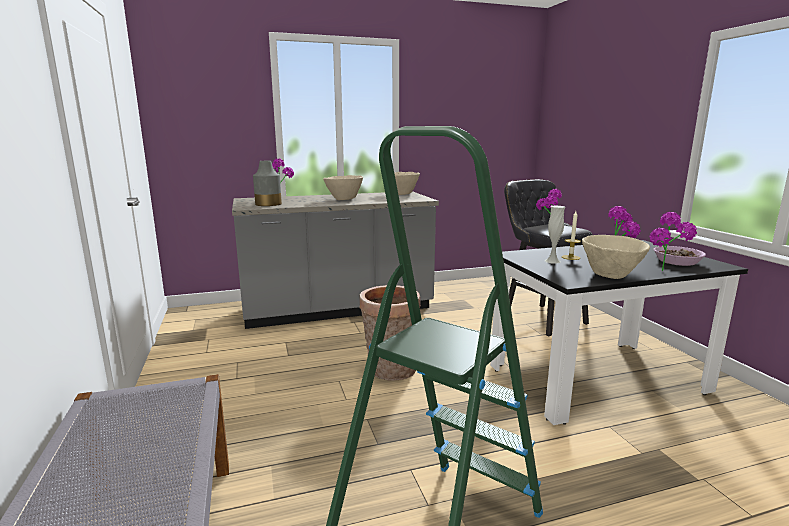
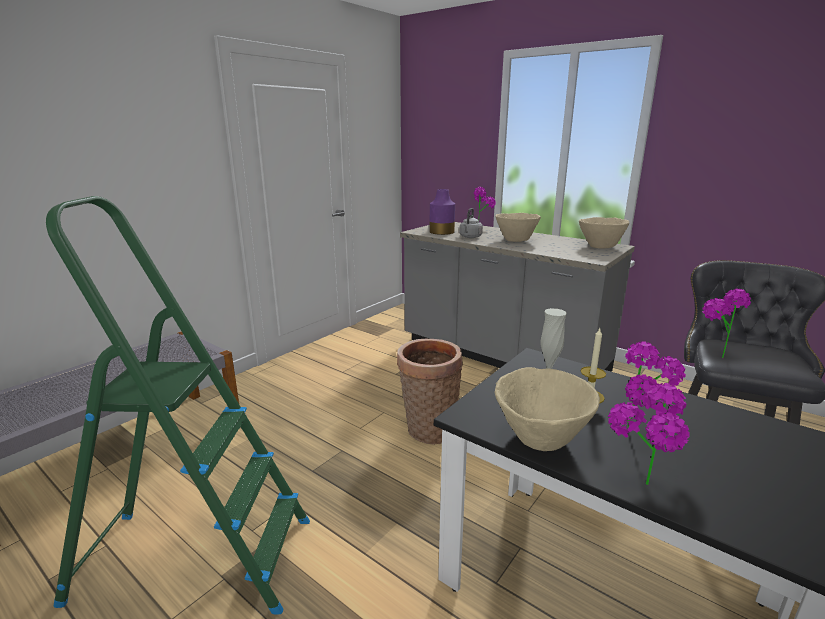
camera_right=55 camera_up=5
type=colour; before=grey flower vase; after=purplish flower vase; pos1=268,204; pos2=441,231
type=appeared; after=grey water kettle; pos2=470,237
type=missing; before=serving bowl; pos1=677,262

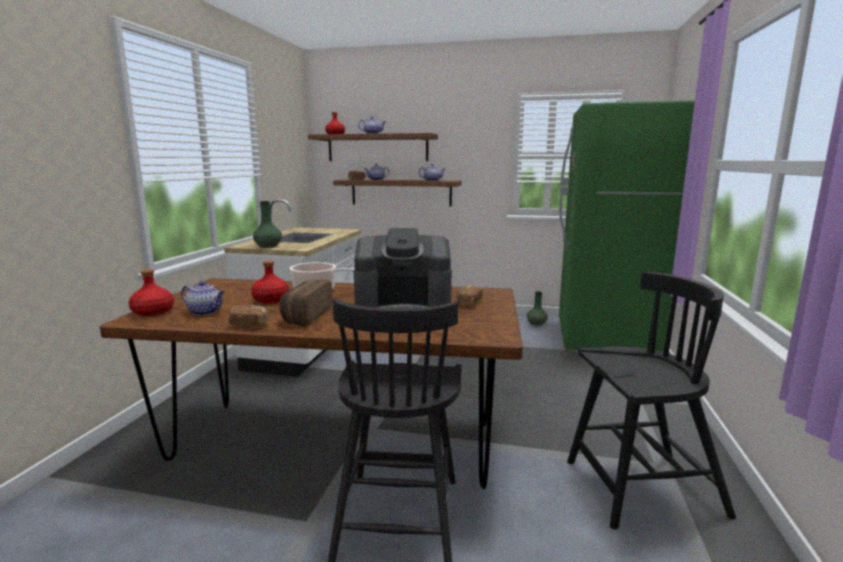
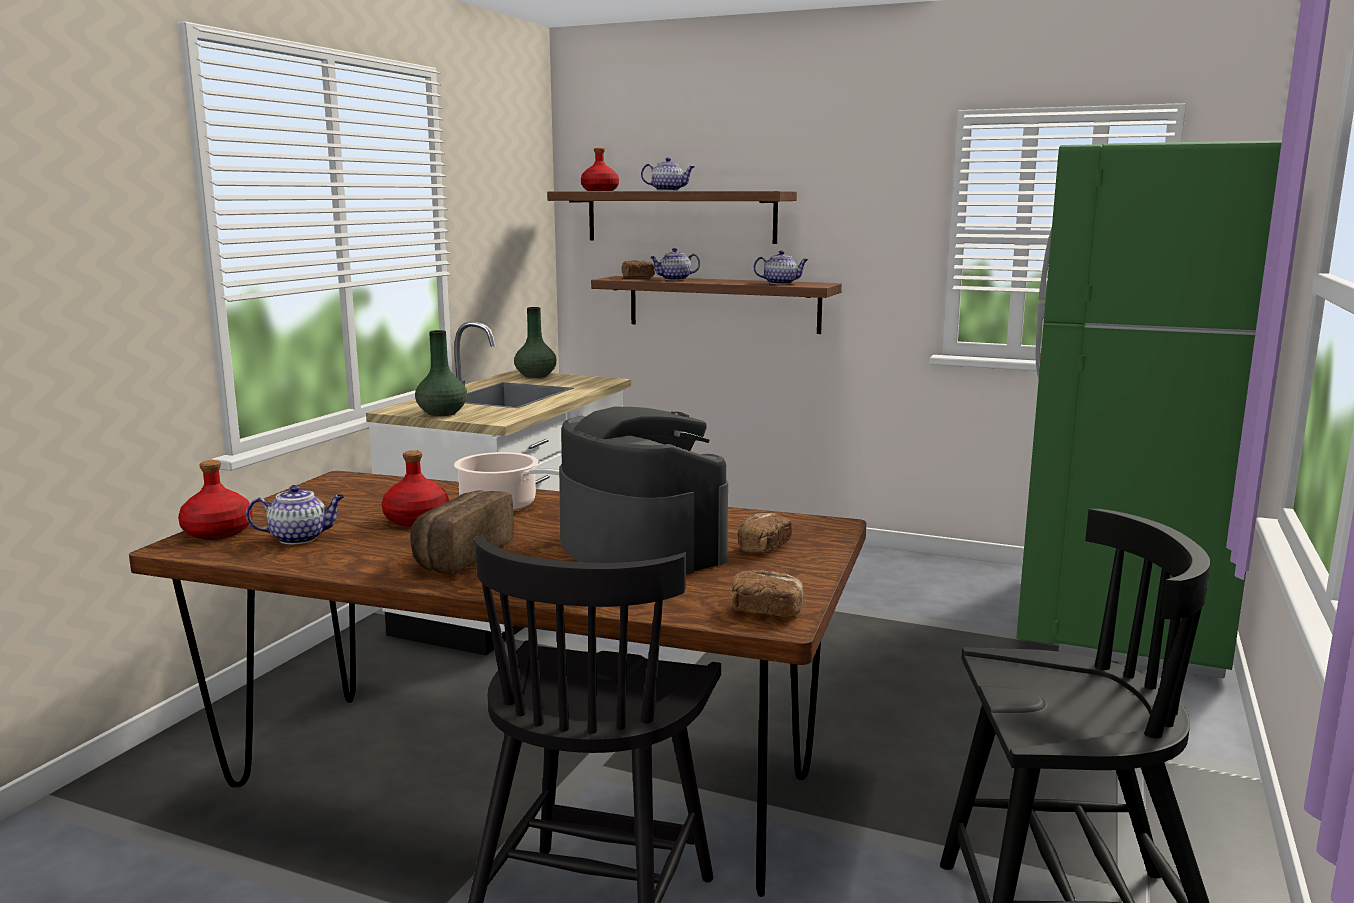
camera_right=10 camera_up=0
type=spun; before=teapot; pos1=206,312; pos2=300,538; turn=-45
type=relocated; before=green flower vase; pos1=536,324; pos2=536,376
type=spun; before=coffee machine; pos1=404,307; pos2=640,547; turn=-135
type=relocated; before=baked bread; pos1=249,325; pos2=766,611

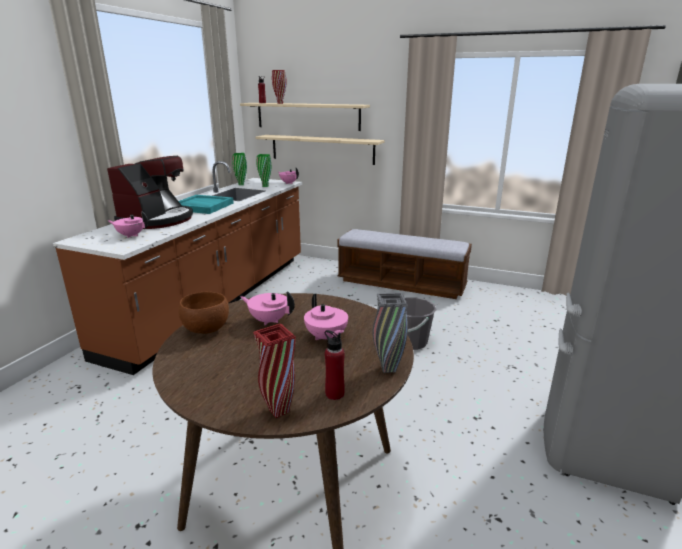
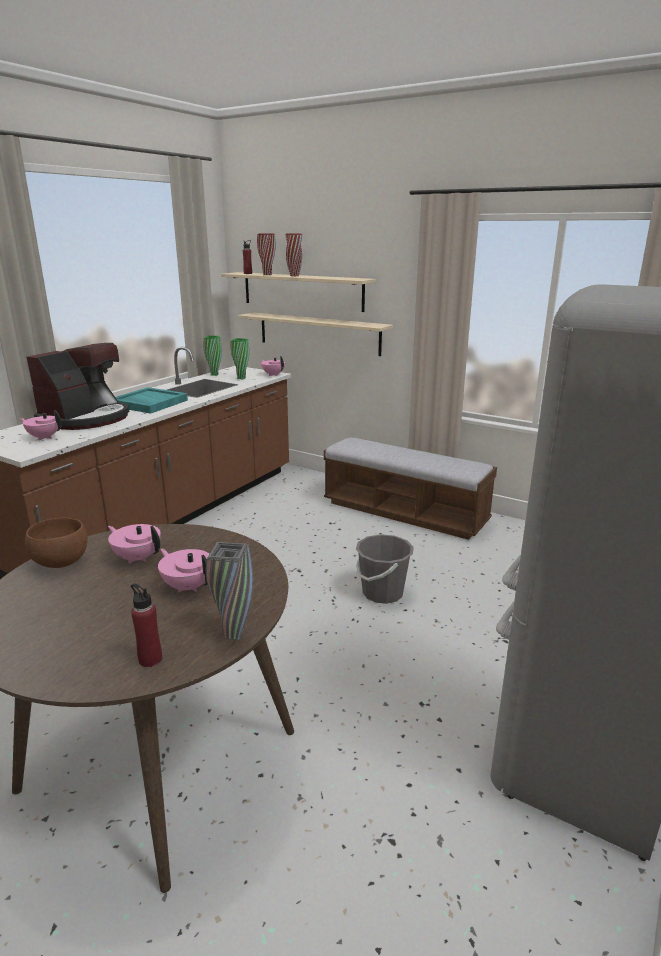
camera_right=10 camera_up=0
type=spun; before=pink teapot; pos1=326,337; pos2=188,586; turn=150
type=relocated; before=red flower vase; pos1=279,411; pos2=294,276

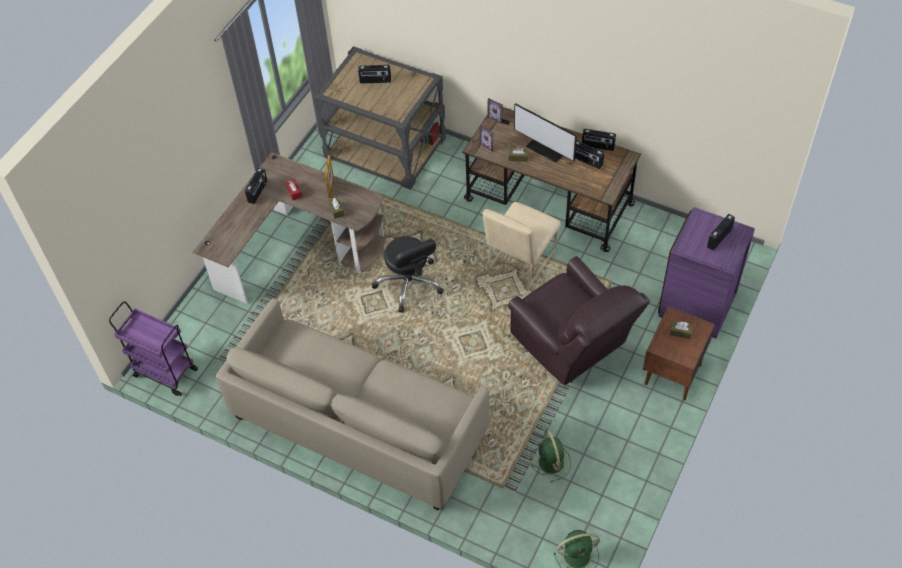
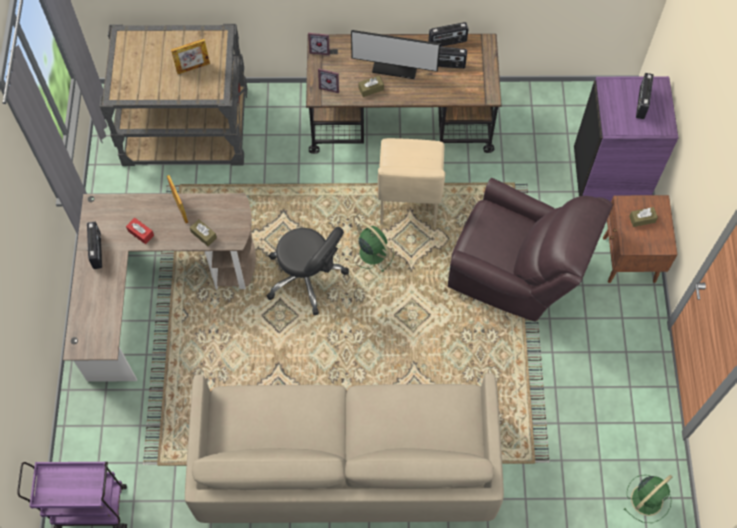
camera_right=-30 camera_up=10
type=appeared; after=standing frame; pos2=193,68
type=relocated; before=green cooling fan; pos1=550,461; pos2=371,252
type=missing; before=radio set; pos1=375,81

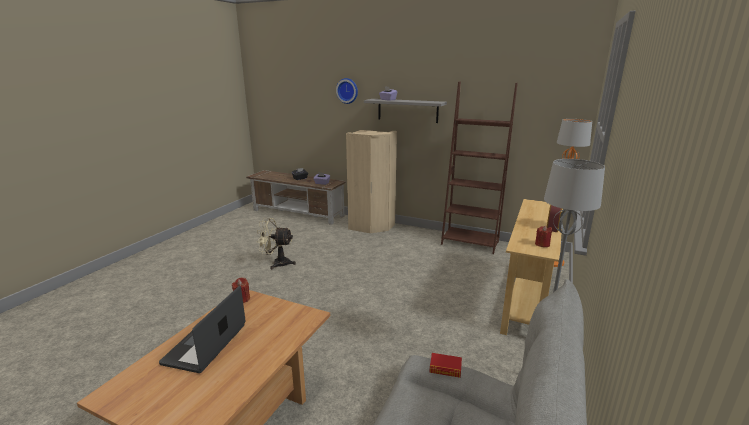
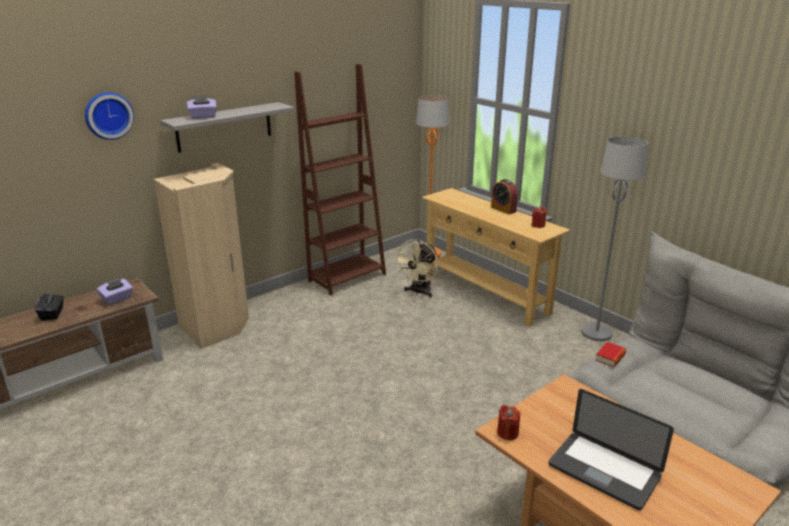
camera_right=-65 camera_up=5
type=relocated; before=beige-coloured cooling fan; pos1=277,263; pos2=419,292

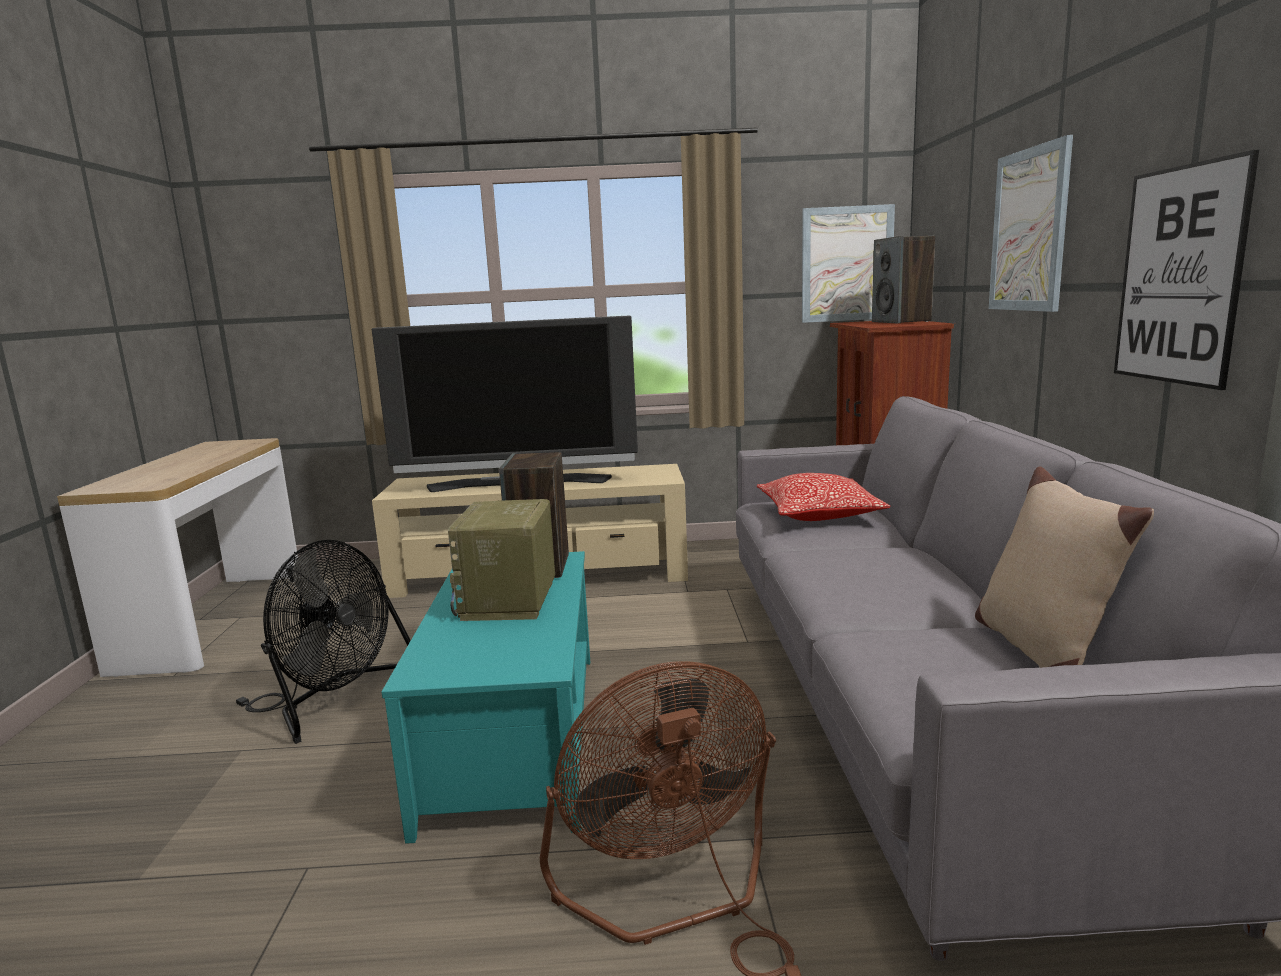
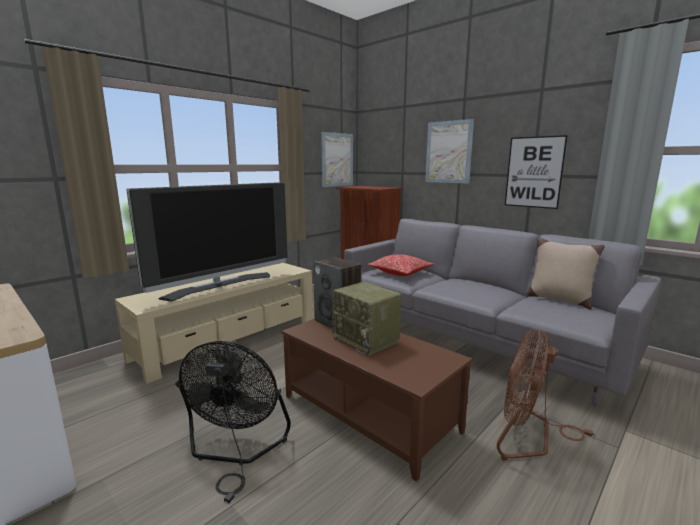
camera_right=-45 camera_up=0
type=spun; before=black-coloured cooling fan; pos1=327,700; pos2=231,450; turn=-60
type=colour; before=turquoise-coloured lounge table; after=brown-coloured lounge table; pos1=518,735; pos2=370,412
type=missing; before=loudspeaker; pos1=901,321

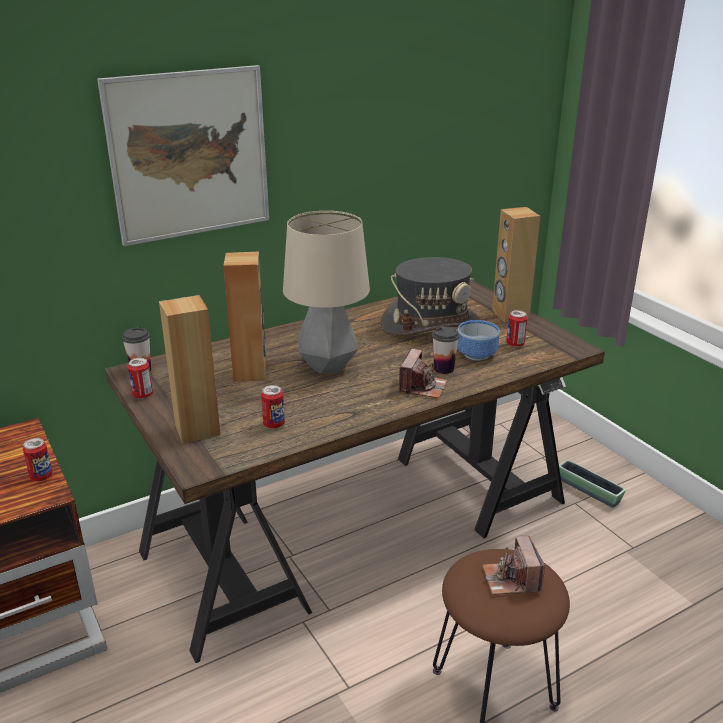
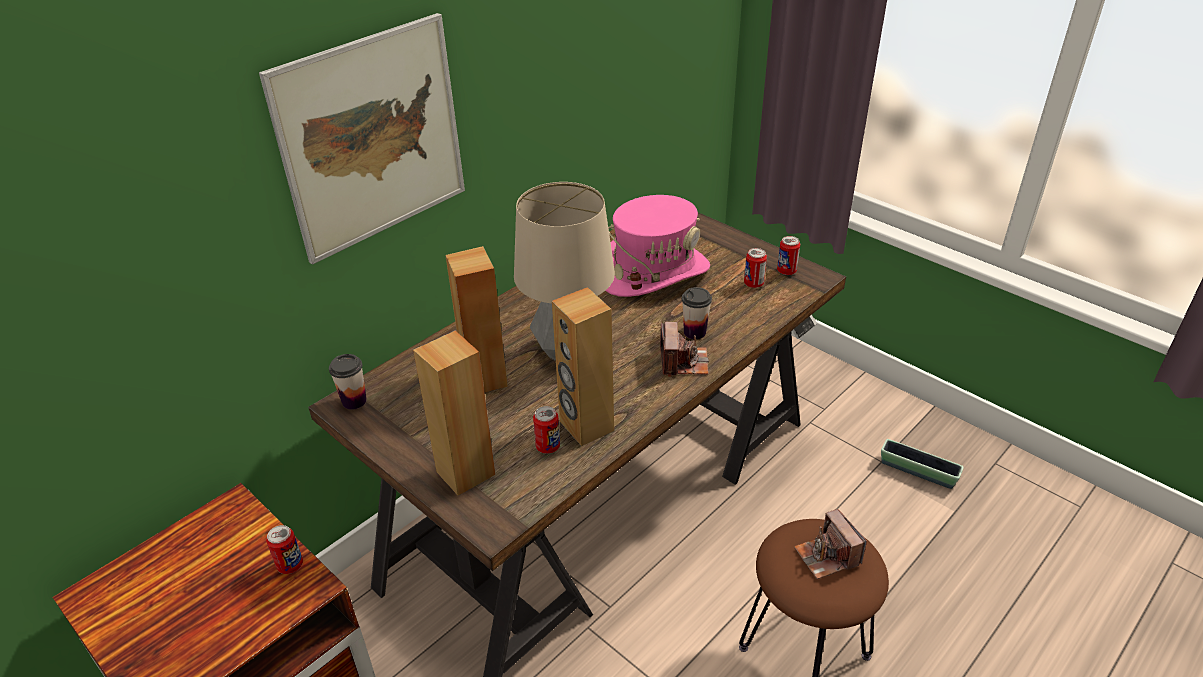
camera_right=-15 camera_up=10
type=relocated; before=brown-coloured loudspeaker; pos1=510,314; pos2=586,426
type=colour; before=grey wearable hat; after=pink wearable hat; pos1=431,324; pos2=654,272
type=relocated; before=can; pos1=142,395; pos2=786,271
type=relocated; before=plant pot; pos1=589,491; pos2=918,471
type=missing; before=serving bowl; pos1=476,354

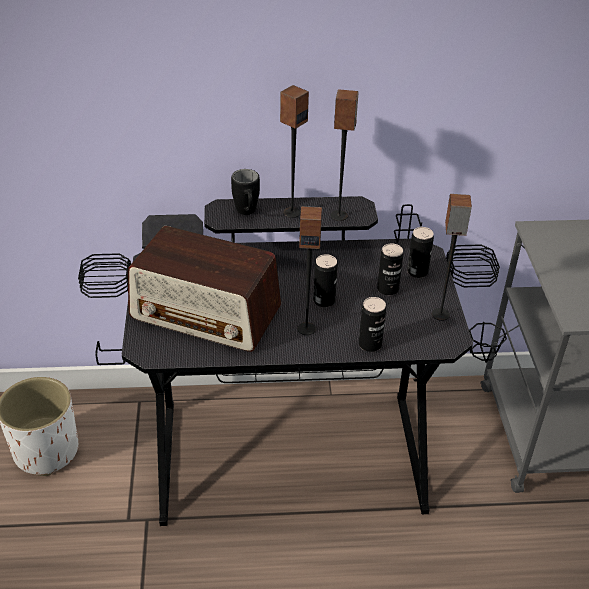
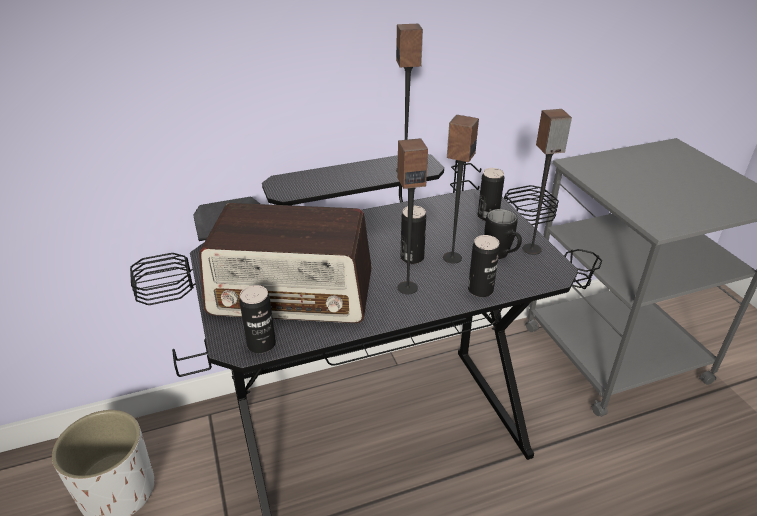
camera_right=-15 camera_up=-5
type=relocated; before=can; pos1=387,289; pos2=261,344
type=relocated; before=loudspeaker; pos1=291,212; pos2=451,257
type=relocated; before=black-coloured coffee mug; pos1=247,213; pos2=501,257

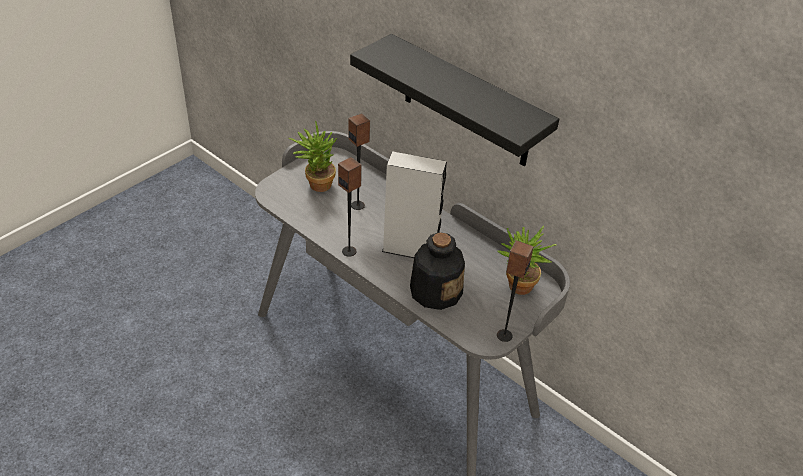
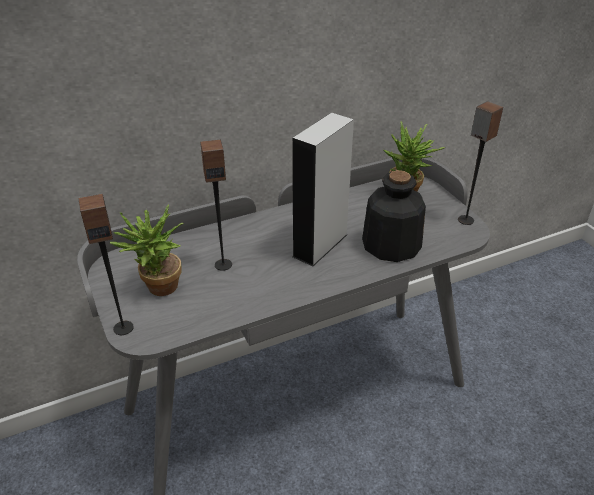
camera_right=-65 camera_up=-5
type=relocated; before=loudspeaker; pos1=349,251; pos2=123,327
type=missing; before=black-coloured shelf; pos1=467,103

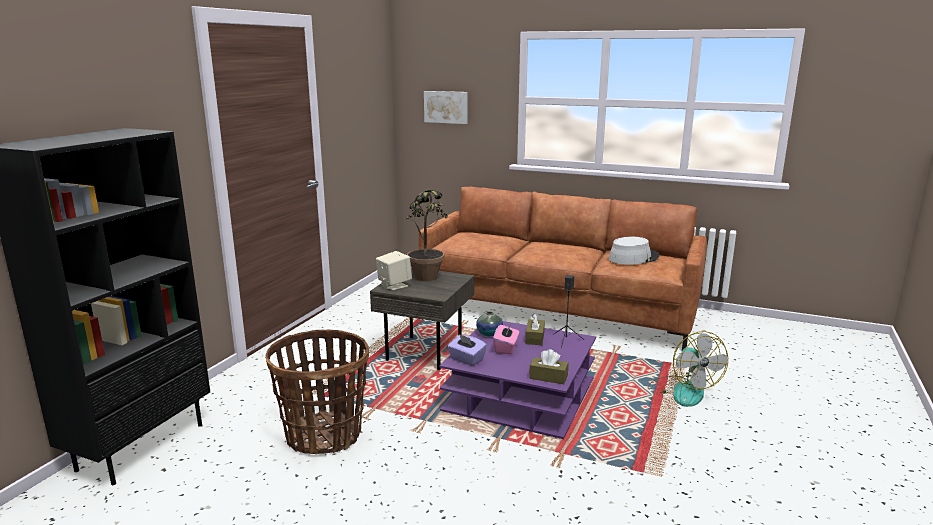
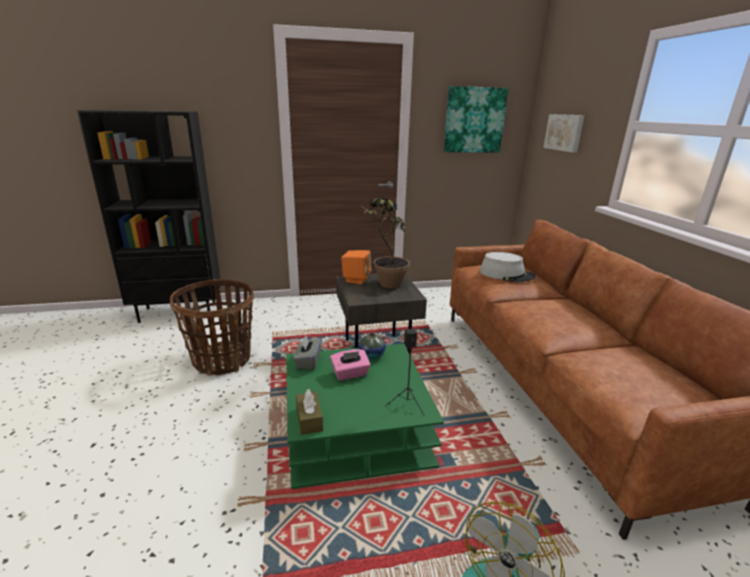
camera_right=55 camera_up=5
type=colour; before=purplish lounge table; after=green lounge table; pos1=520,395; pos2=355,427
type=colour; before=purplish tissue holder; after=grey tissue holder; pos1=466,359; pos2=308,362
type=colour; before=beige-coloured loudspeaker; after=orangey loudspeaker; pos1=394,285; pos2=356,279
type=appeared; after=picture; pos2=474,120
type=relocated; before=grey wearable hat; pos1=633,258; pos2=506,274
type=missing; before=brown-coloured tissue holder; pos1=535,338

